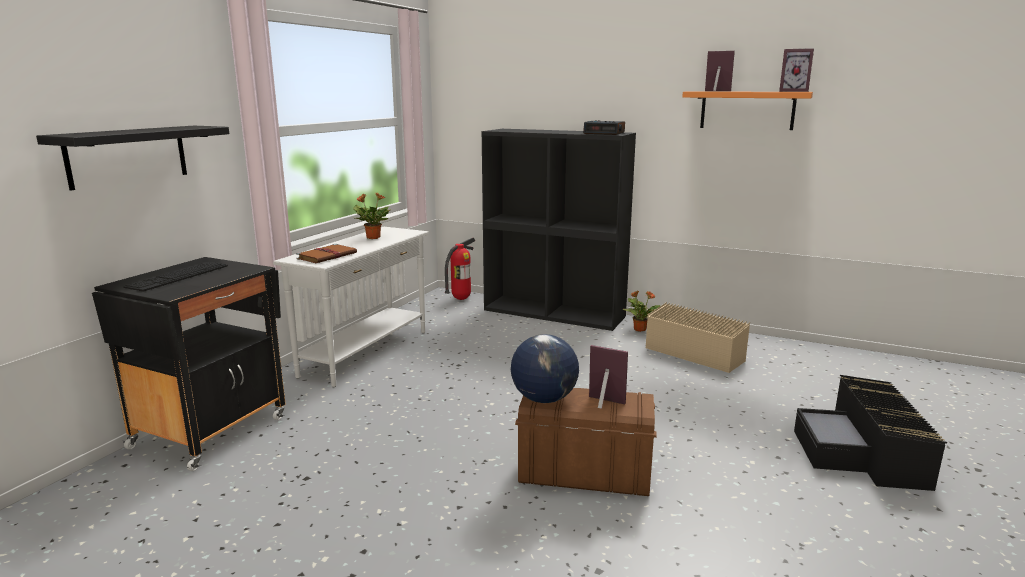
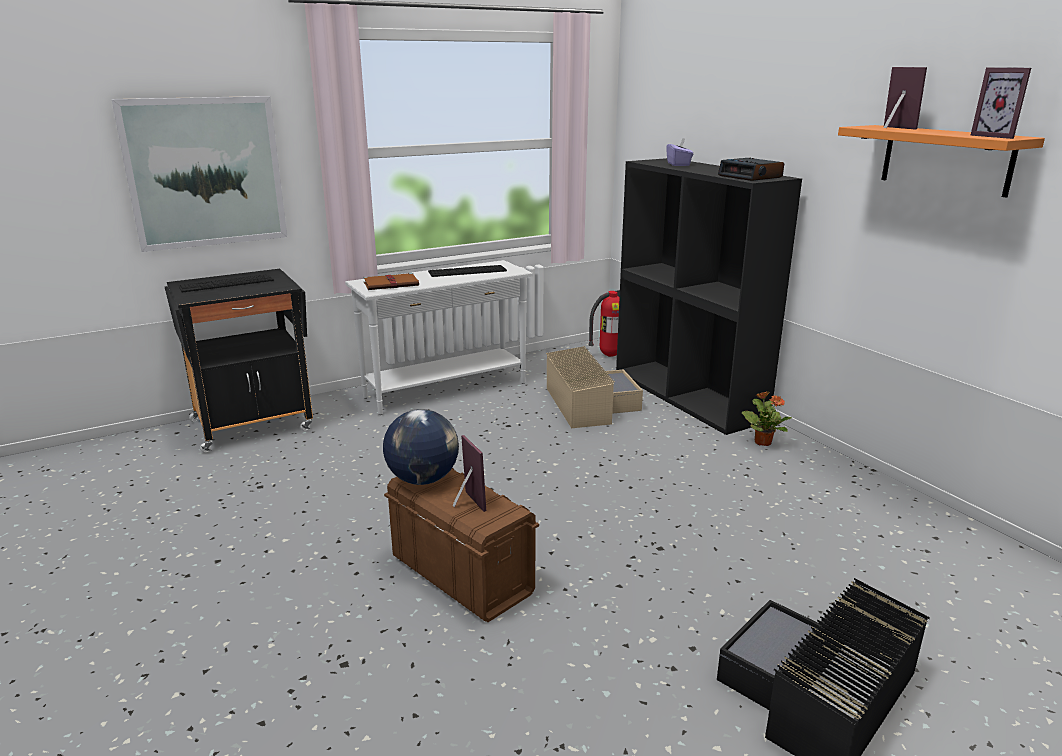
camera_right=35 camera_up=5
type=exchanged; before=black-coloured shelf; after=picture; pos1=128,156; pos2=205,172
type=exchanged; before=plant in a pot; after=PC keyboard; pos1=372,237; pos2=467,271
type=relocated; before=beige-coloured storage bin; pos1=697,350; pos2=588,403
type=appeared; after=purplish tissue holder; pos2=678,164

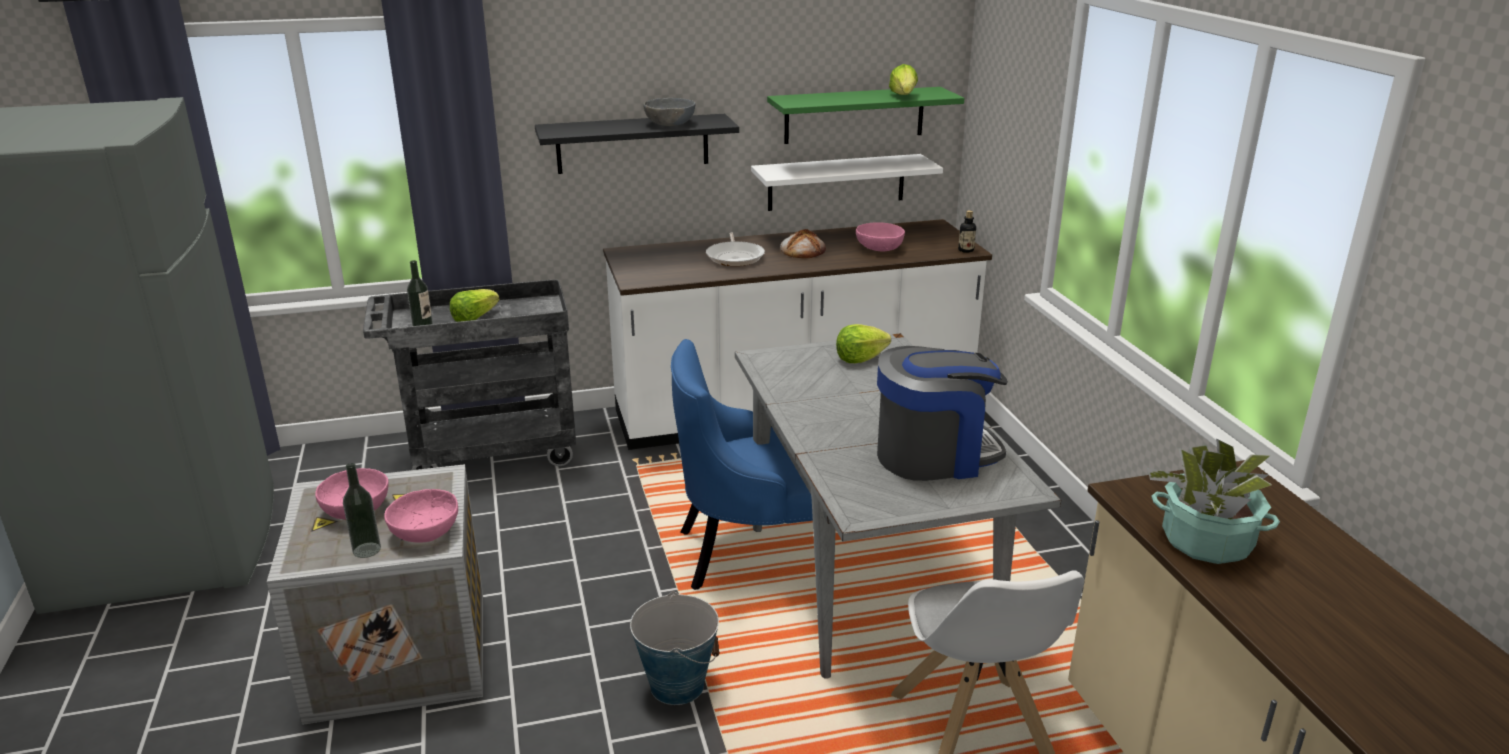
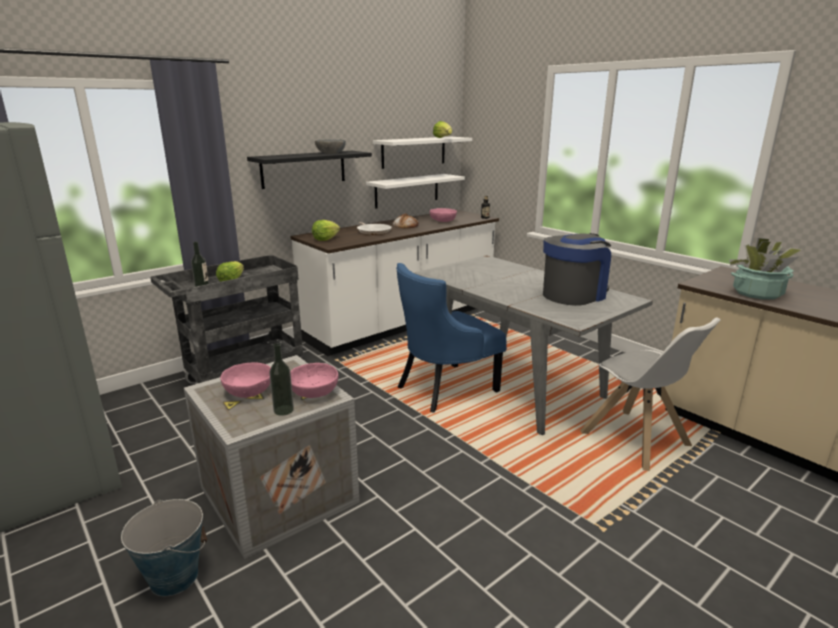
camera_right=-25 camera_up=-5
type=relocated; before=bucket; pos1=677,685; pos2=174,577
type=relocated; before=head of lettuce; pos1=860,359; pos2=325,239
type=colour; before=green shelf; after=whitish shelf; pos1=854,115; pos2=414,152

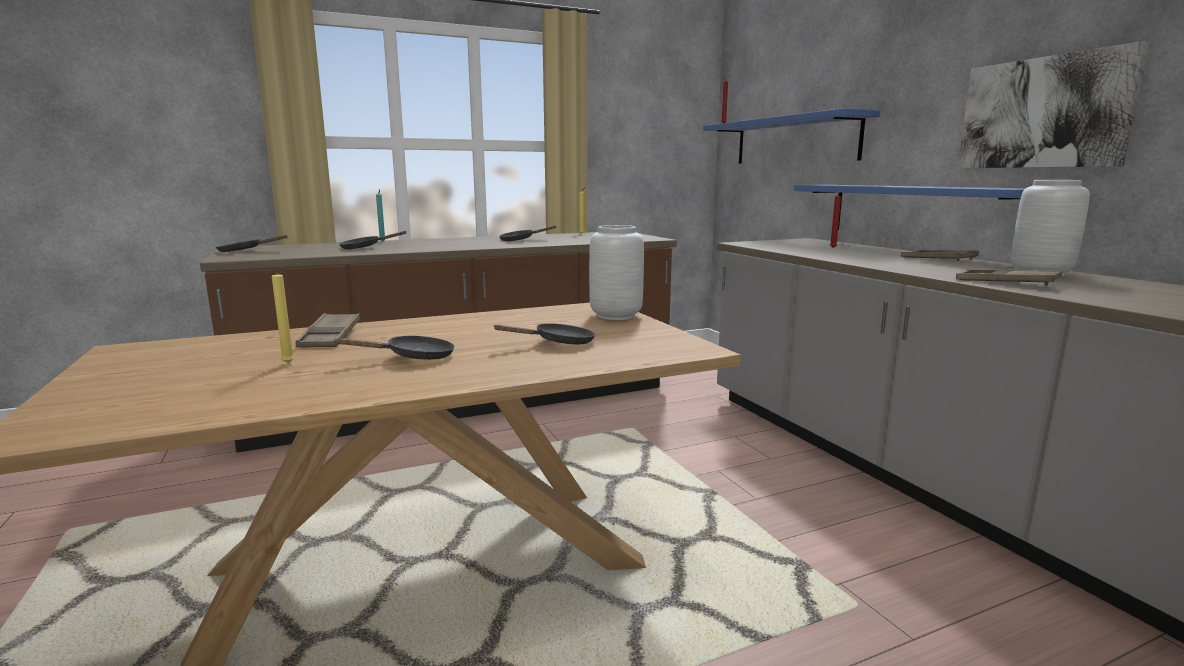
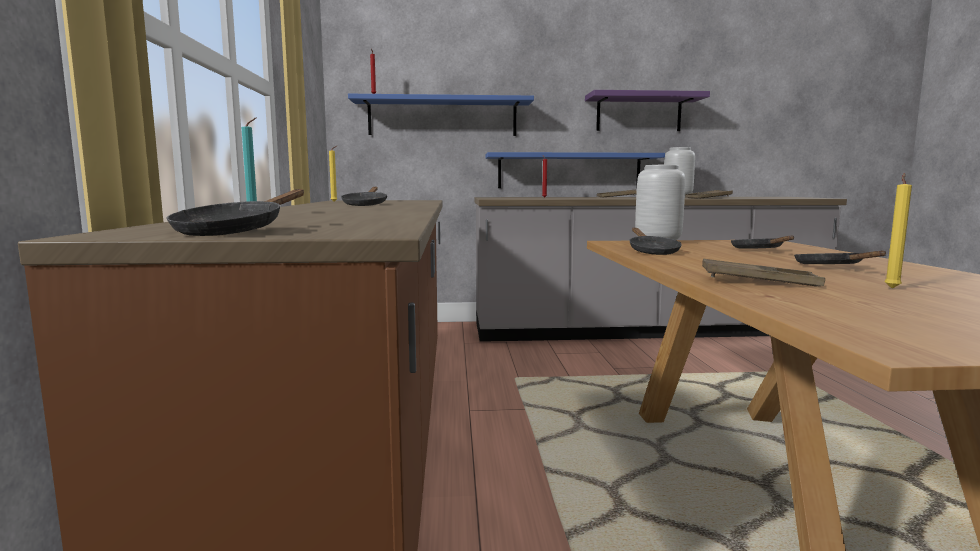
camera_right=-70 camera_up=-5
type=exchanged; before=picture; after=purplish shelf; pos1=1043,113; pos2=638,113
type=relocated; before=black-coloured pan; pos1=365,248; pos2=651,251

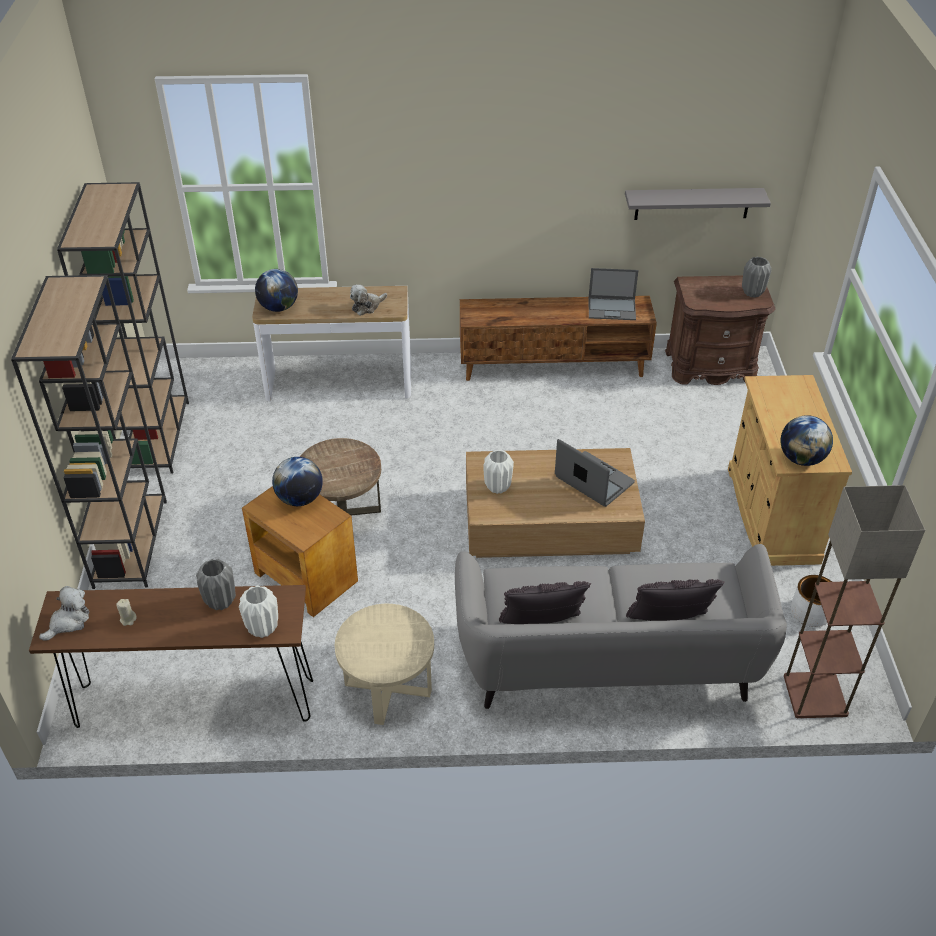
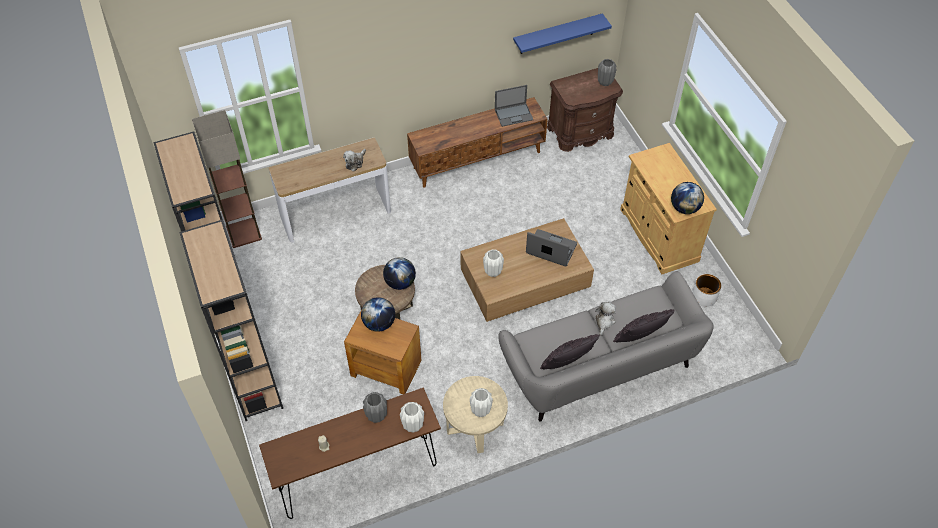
camera_right=-20 camera_up=10
type=relocated; before=standard lamp; pos1=814,696; pos2=243,233
type=relocated; before=world globe; pos1=278,307; pos2=400,282
type=appeared; after=whitish flower vase; pos2=481,411
type=colour; before=grey shelf; after=bluish shelf; pos1=692,203; pos2=557,34
type=relocated; before=cuddly toy; pos1=69,622; pos2=604,321

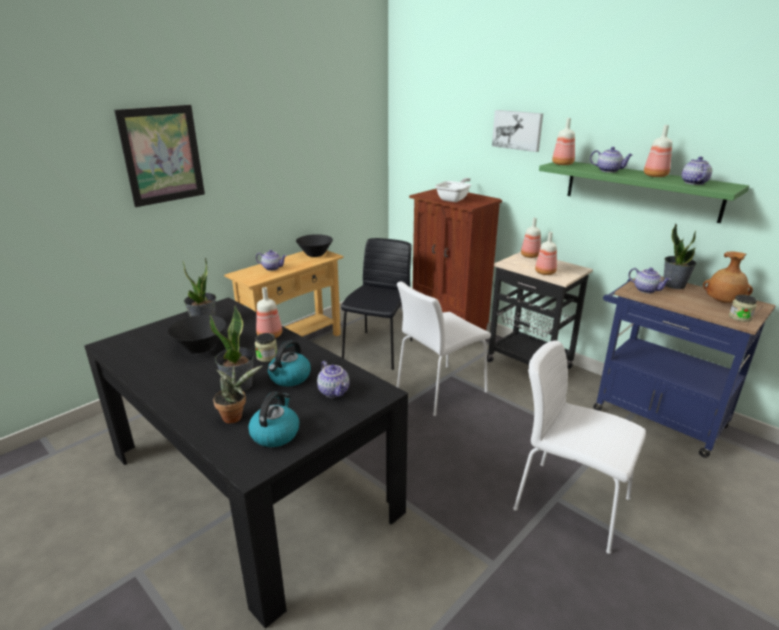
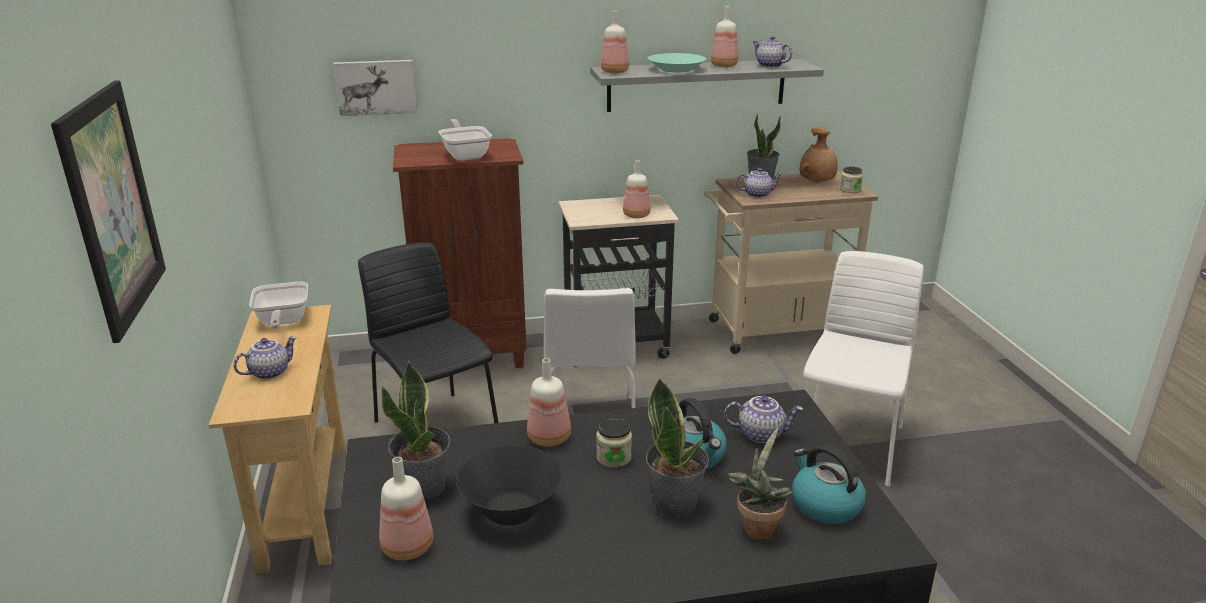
camera_right=-55 camera_up=0
type=exchanged; before=black-coloured serving bowl; after=pan; pos1=315,254; pos2=282,322
type=relocated; before=picture; pos1=517,130; pos2=376,87
type=relocated; before=bottle; pos1=529,256; pos2=406,548
type=colour; before=green shelf; after=grey shelf; pos1=641,190; pos2=696,85
type=exchanged; before=teapot; after=turquoise-coloured serving bowl; pos1=609,171; pos2=676,69
type=colour; before=bluish cart; after=beige-coloured cart; pos1=654,417; pos2=774,332
type=spun; before=whitish upright chair; pos1=567,502; pos2=848,441; turn=135

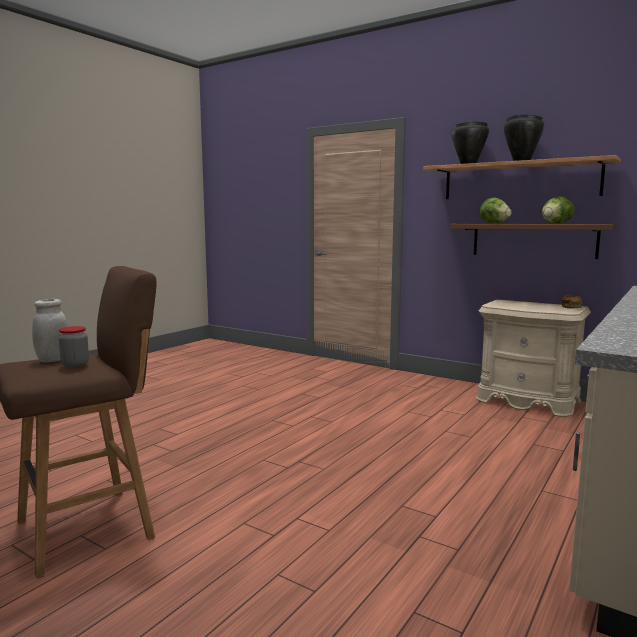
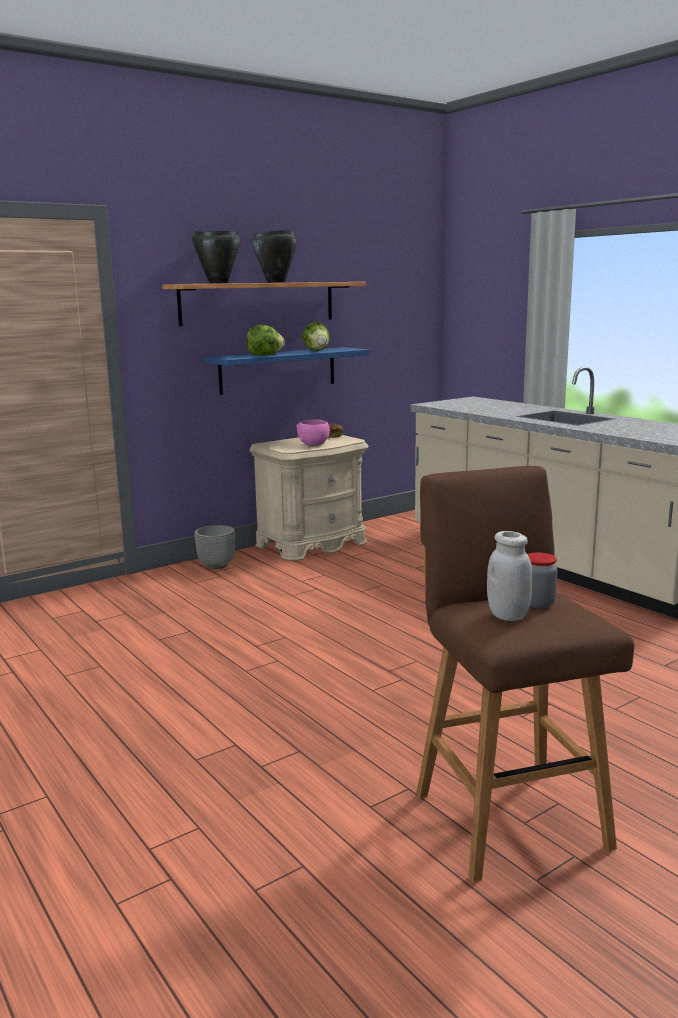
camera_right=-70 camera_up=5
type=appeared; after=plant pot; pos2=217,565
type=colour; before=brown-coloured shelf; after=bluish shelf; pos1=533,240; pos2=278,370
type=appeared; after=pink serving bowl; pos2=314,444

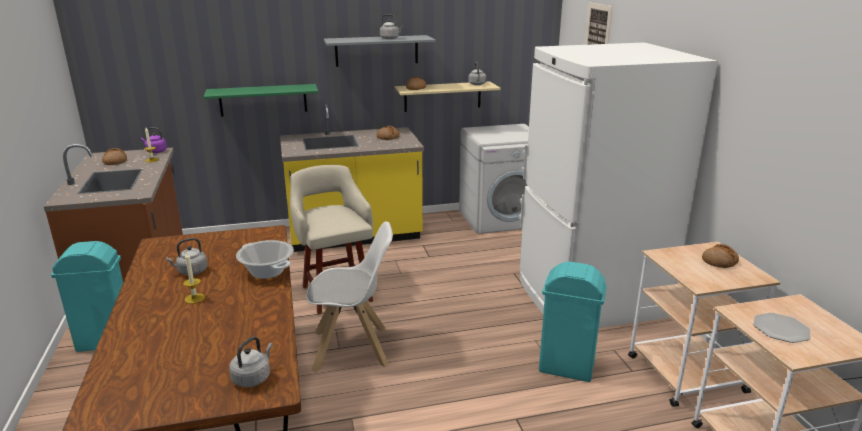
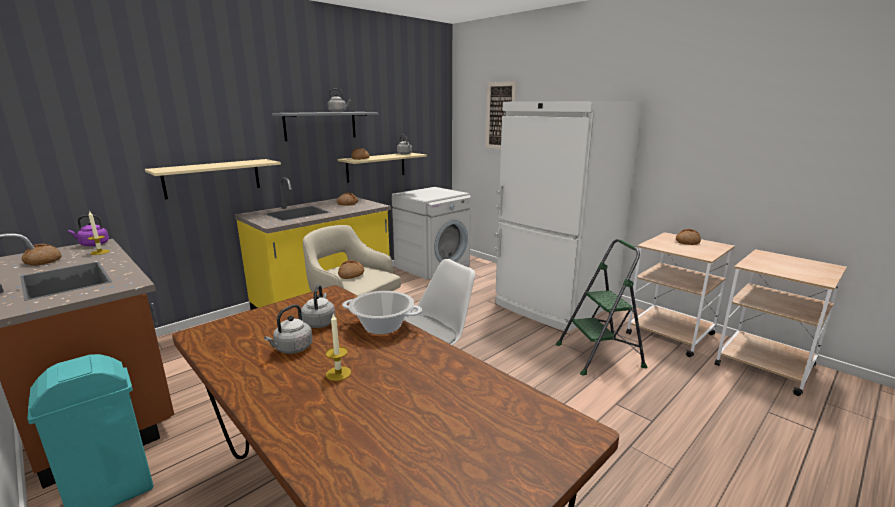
camera_right=-30 camera_up=-5
type=colour; before=green shelf; after=beige-coloured shelf; pos1=263,100; pos2=212,178
type=relocated; before=grey water kettle; pos1=253,378; pos2=319,322
type=appeared; after=baked bread; pos2=351,274
type=exchanged; before=turquoise-coloured trash can; after=green step stool; pos1=567,369; pos2=602,355
type=missing; before=dinner plate; pos1=781,329

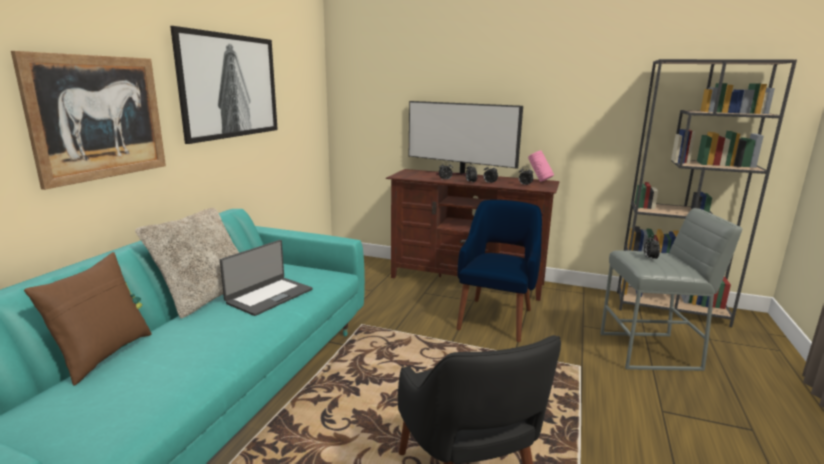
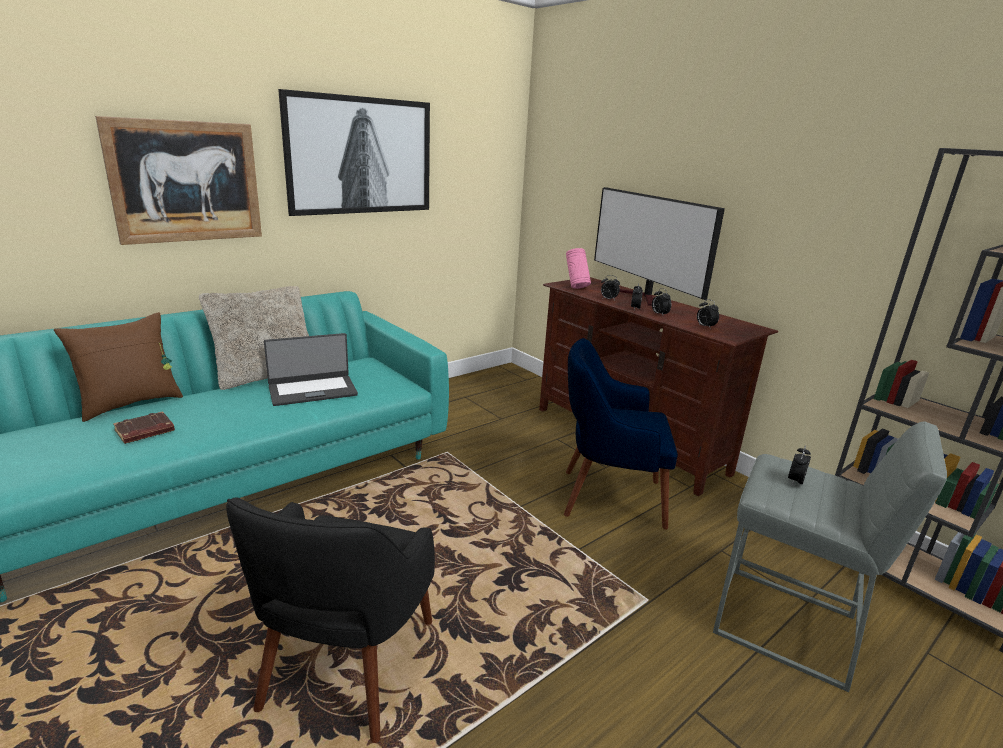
camera_right=30 camera_up=5
type=appeared; after=brown-coloured book; pos2=144,432
type=spun; before=bluish lounge chair; pos1=496,318; pos2=609,497; turn=-135
type=relocated; before=pink flower vase; pos1=539,181; pos2=576,287

